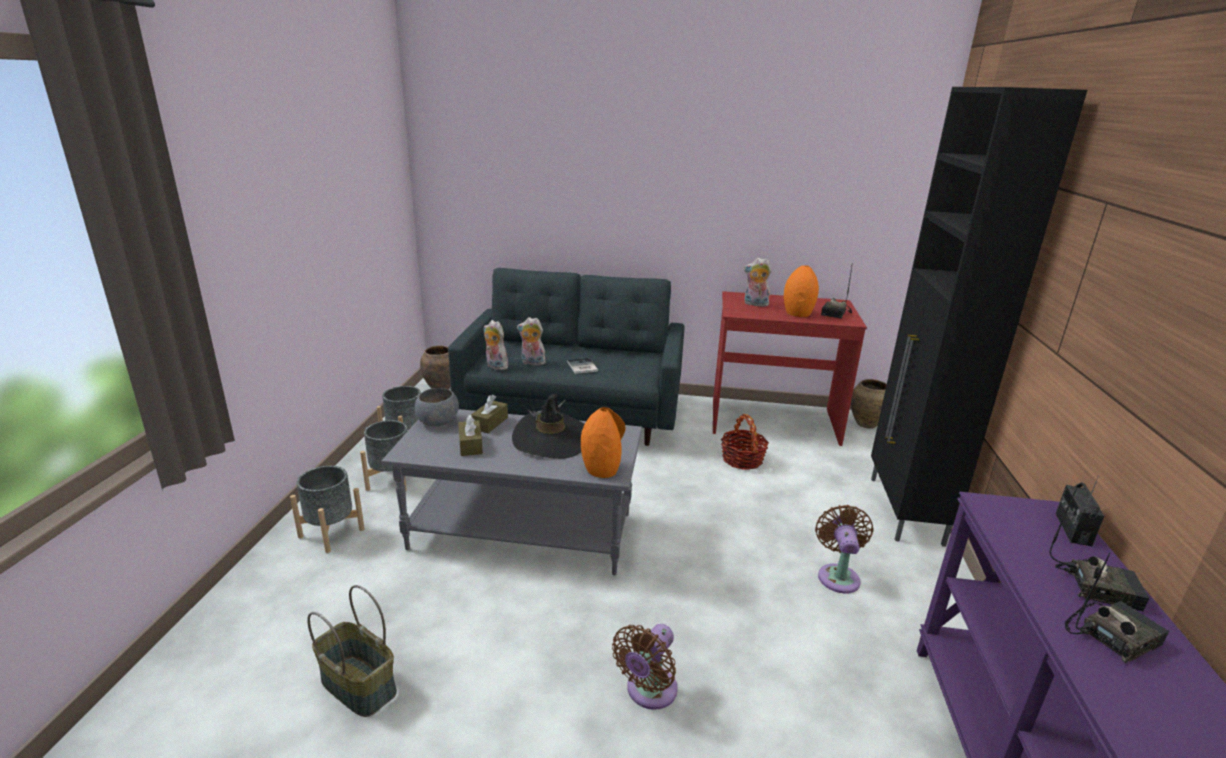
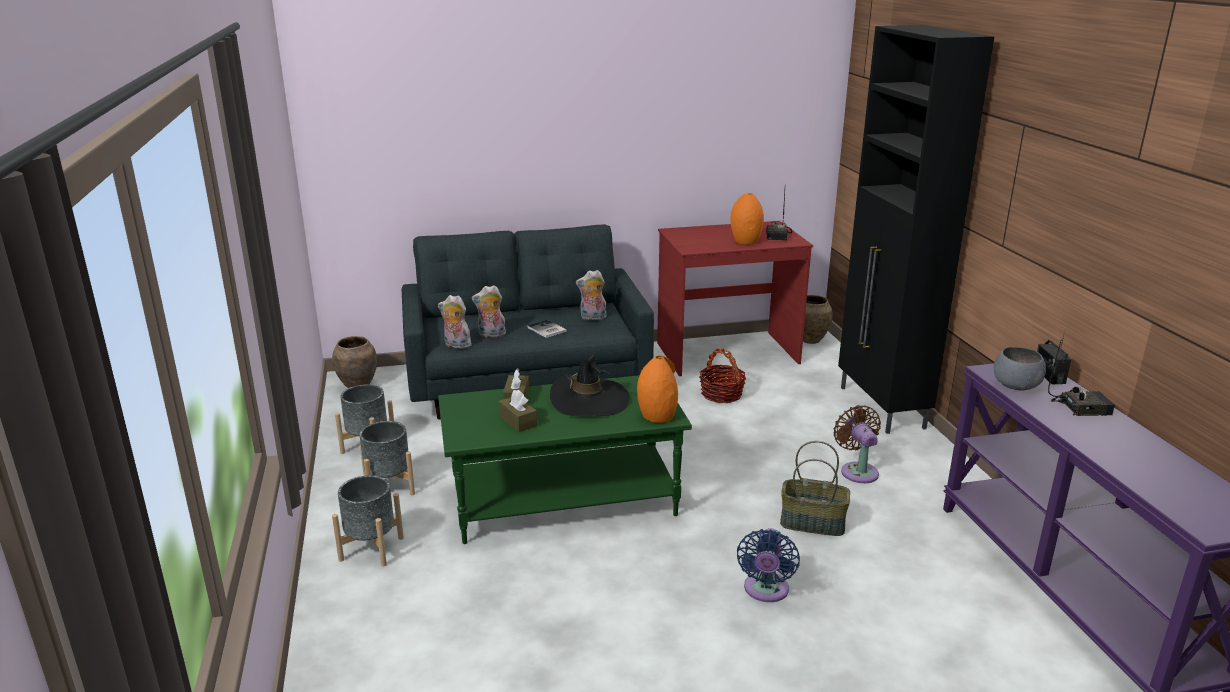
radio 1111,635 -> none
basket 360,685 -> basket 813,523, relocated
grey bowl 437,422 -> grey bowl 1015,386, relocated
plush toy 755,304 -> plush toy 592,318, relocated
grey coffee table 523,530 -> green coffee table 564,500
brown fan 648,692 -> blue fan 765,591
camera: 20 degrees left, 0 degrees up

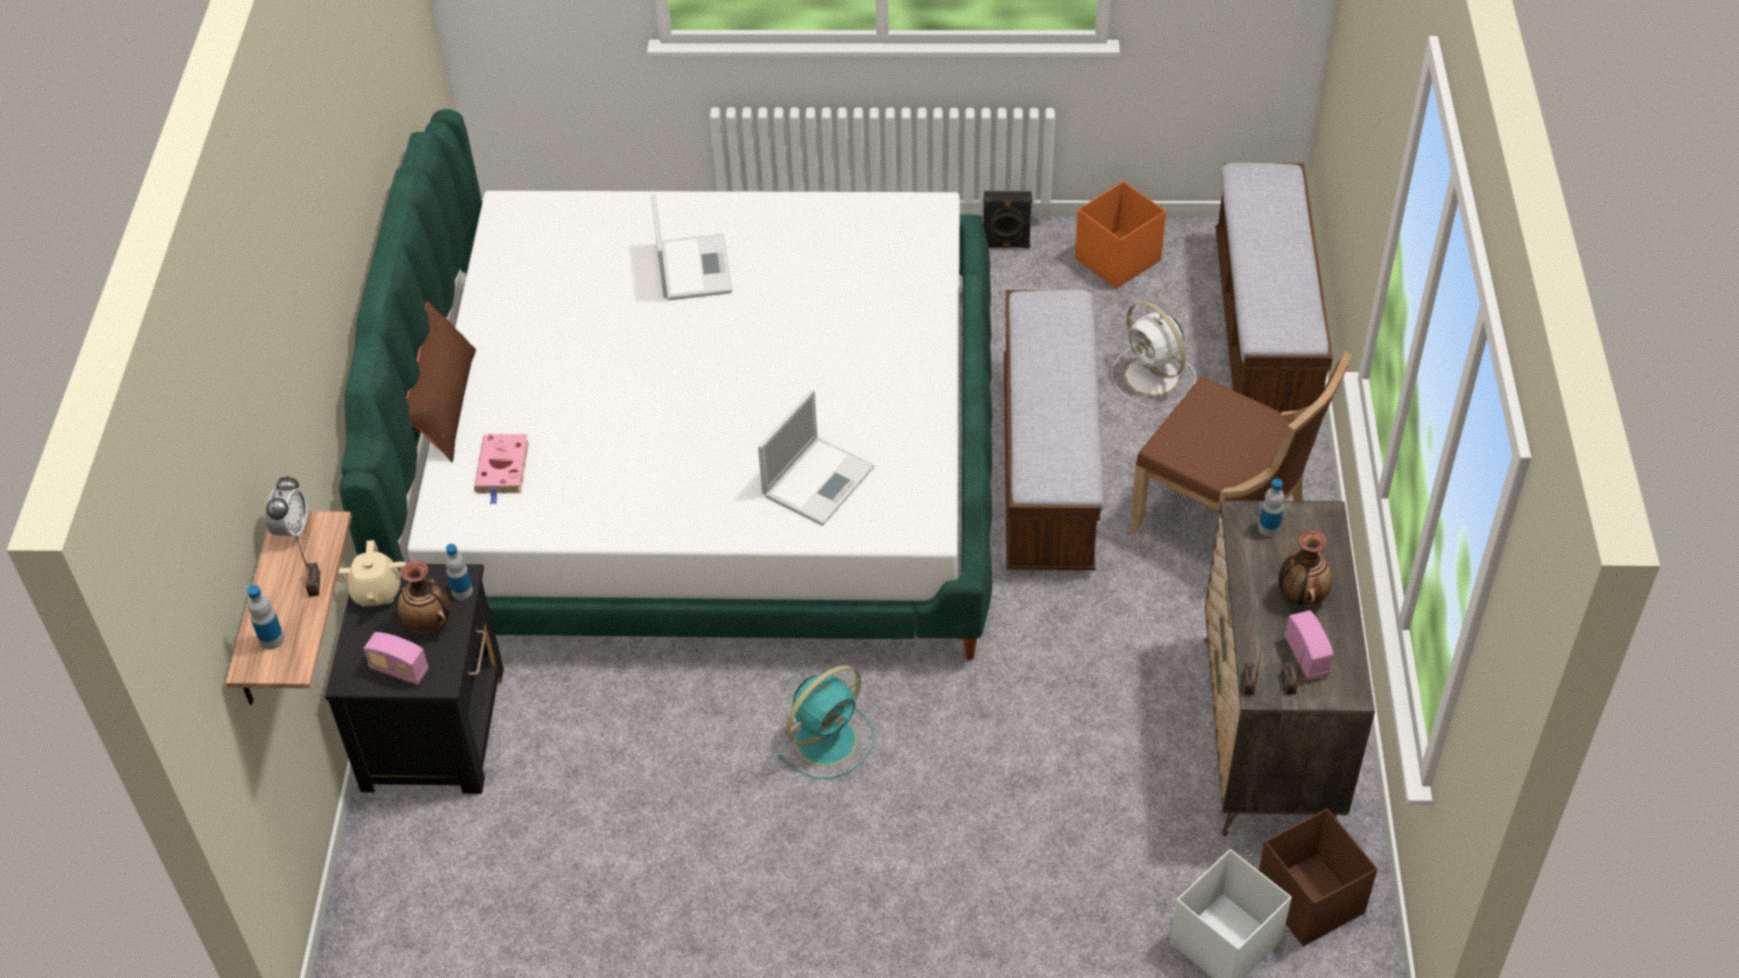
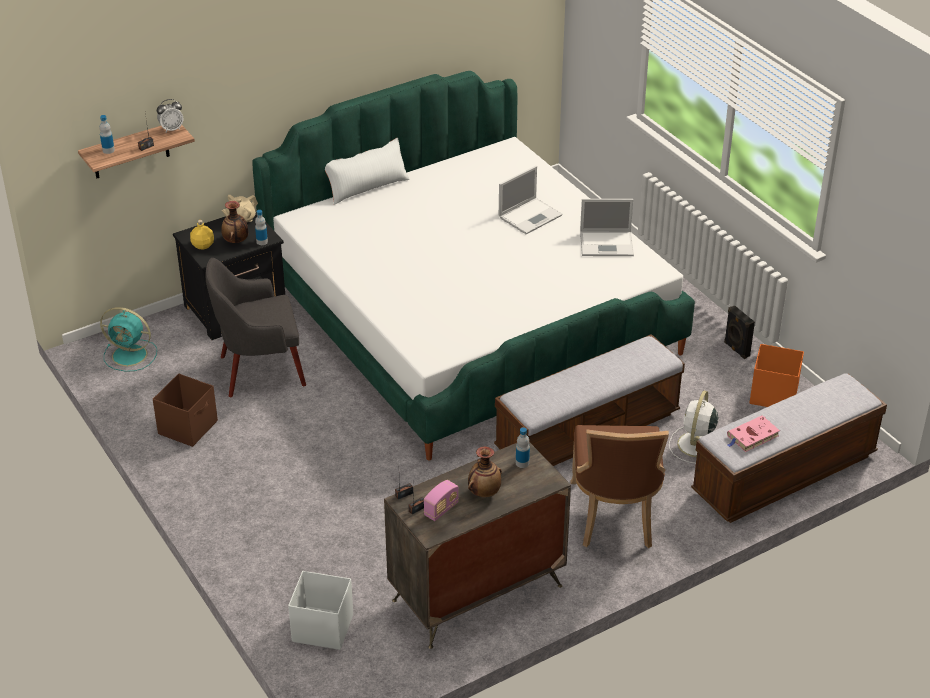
none -> grey armchair 260,371
pink book 502,469 -> pink book 752,437, relocated
laptop 819,480 -> laptop 607,244, relocated
turquoise fan 828,738 -> turquoise fan 131,355, relocated
brown storage box 1309,898 -> brown storage box 188,427, relocated
radio 399,670 -> yellow bottle 203,245
brown pillow 445,404 -> white pillow 367,187
camera: 55 degrees right, 10 degrees down

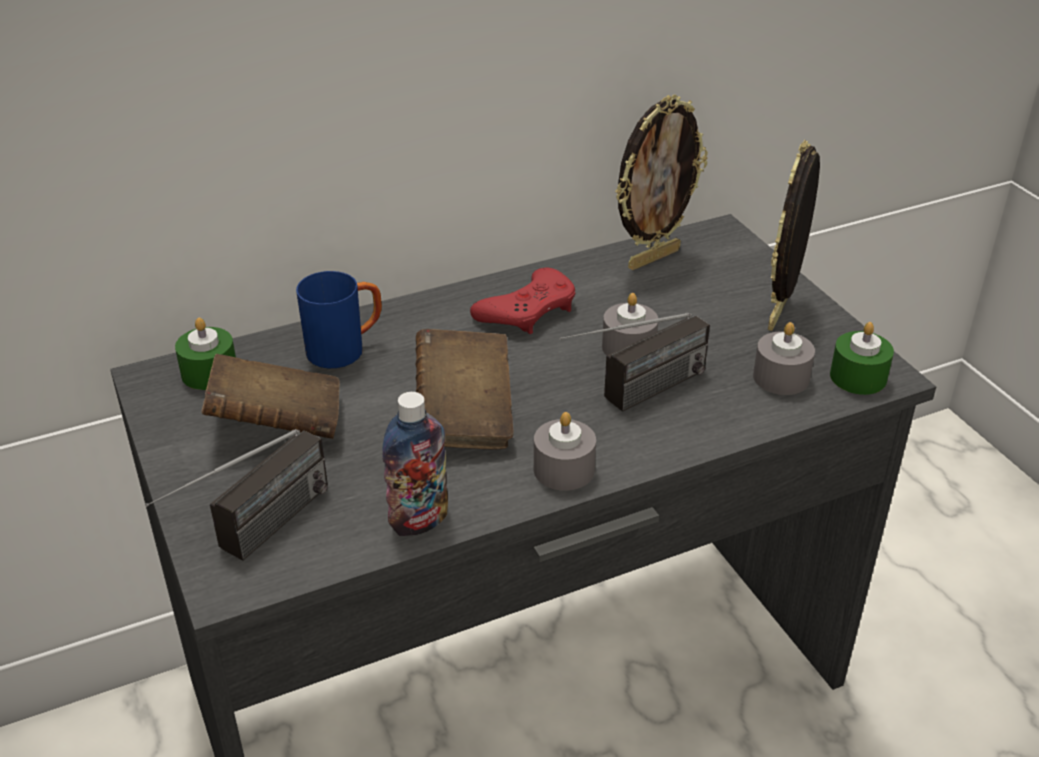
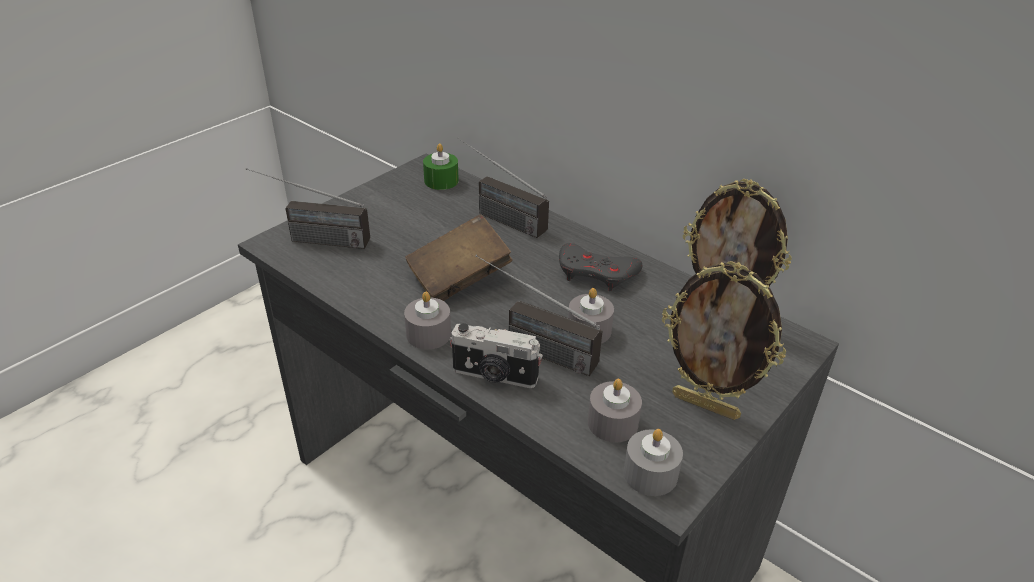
brown book 277,424 -> none
bottle 419,520 -> none
none -> photo camera 494,376
blue mug 345,349 -> radio 495,216
red game controller 528,310 -> grey game controller 596,273
green candle 858,377 -> grey candle 650,474
picture frame 781,314 -> picture frame 706,405, 150 degrees counterclockwise
camera: 65 degrees right, 0 degrees up

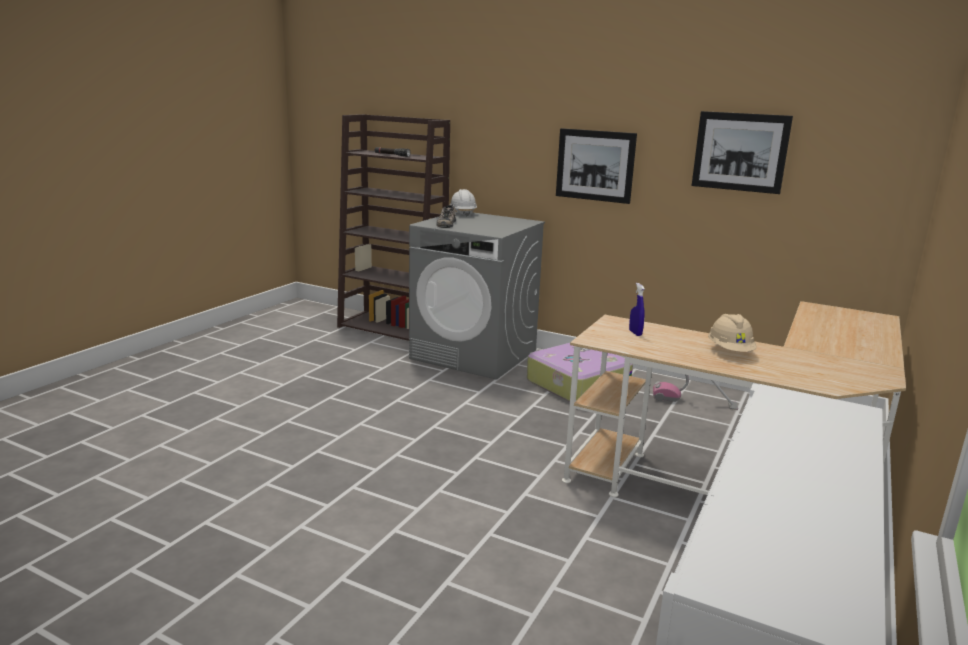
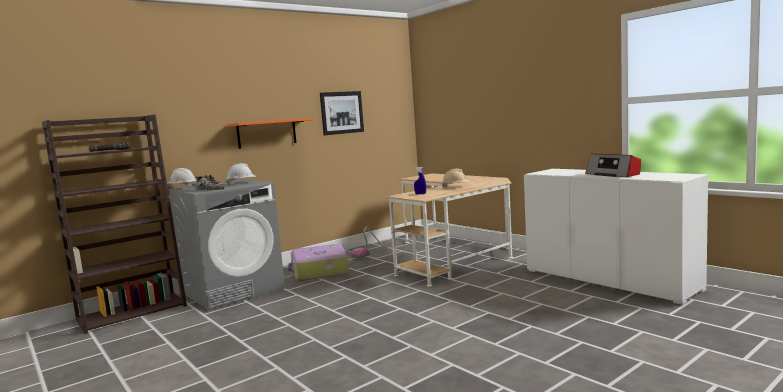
none -> white hard hat 242,183
none -> radio 613,174
picture 595,165 -> orange shelf 267,133
camera: 65 degrees left, 10 degrees down

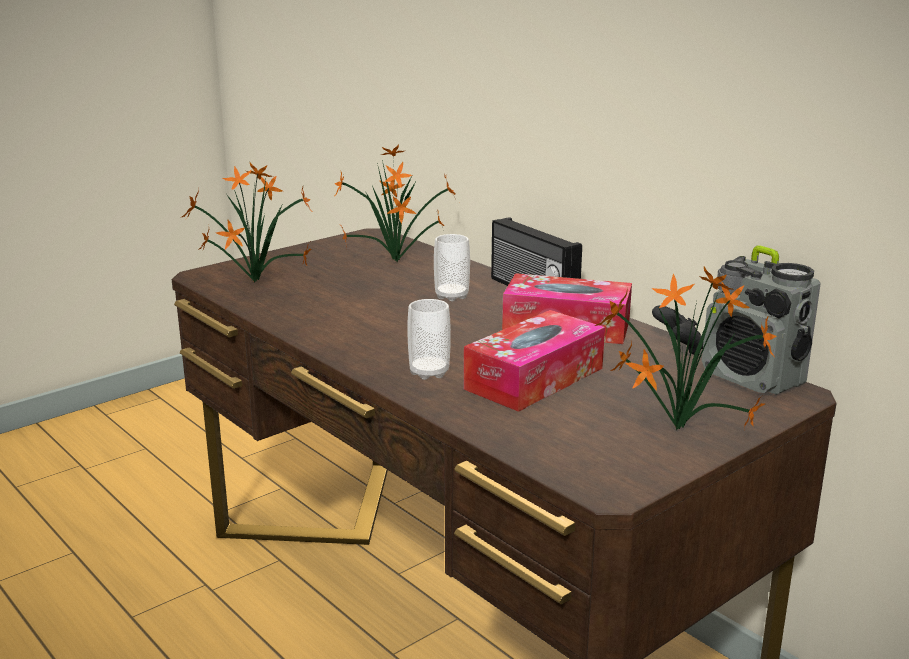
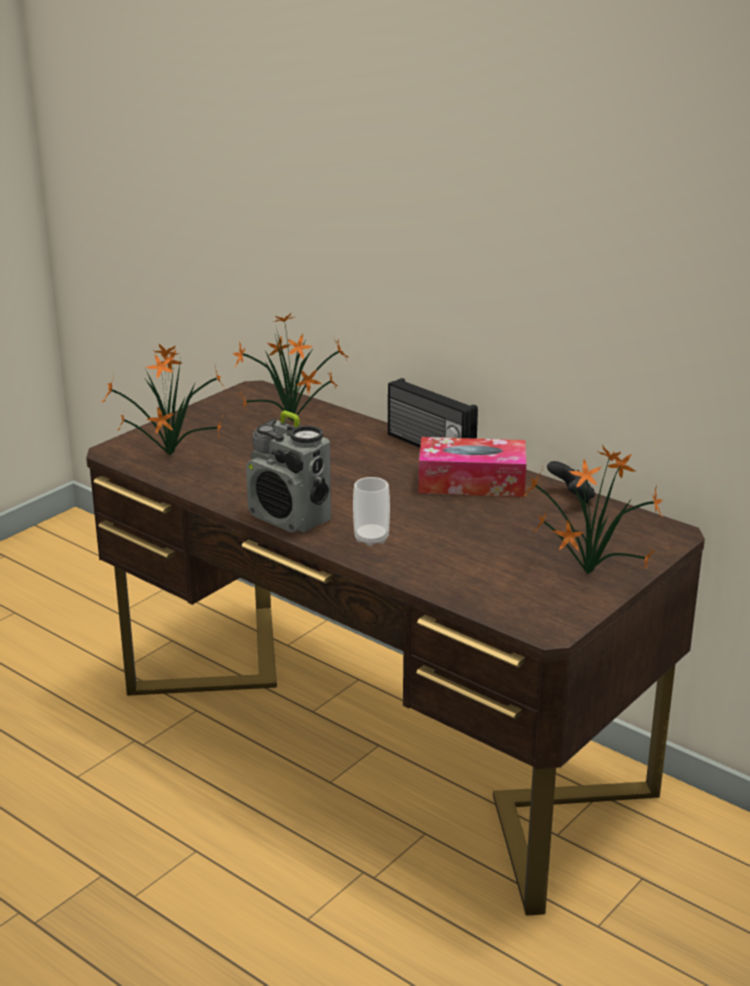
cup 451,296 -> none
tissue box 534,378 -> none
radio 753,378 -> radio 290,518, relocated
camera: 10 degrees left, 5 degrees up

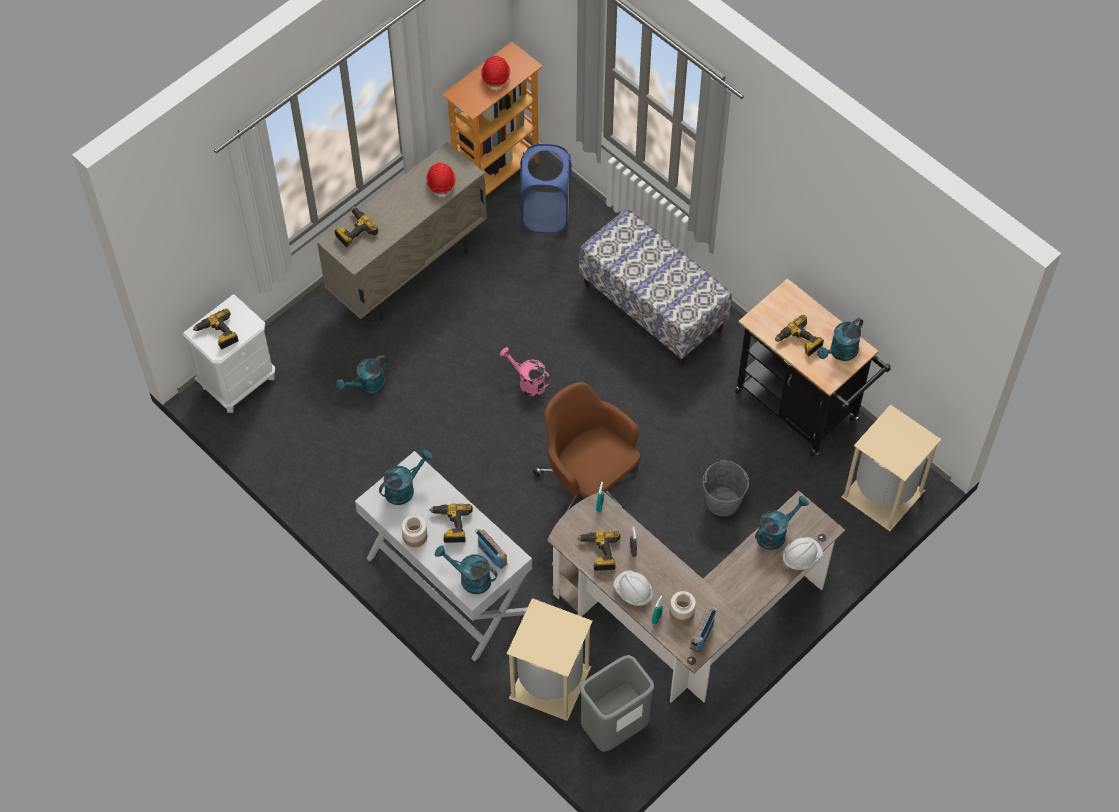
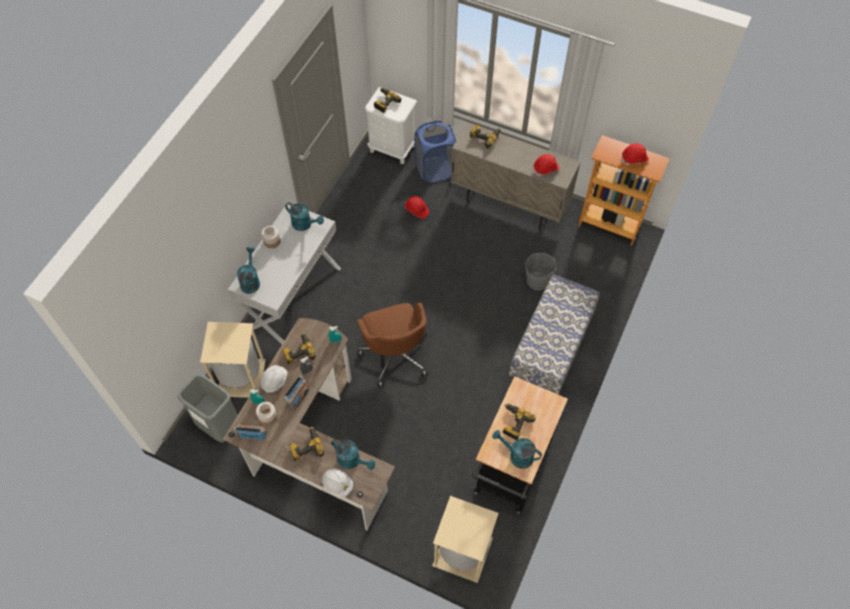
pink watering can 528,382 -> none
power drill 451,525 -> power drill 306,447, relocated
radio 492,554 -> radio 298,398, relocated
blue laundry basket 546,213 -> blue laundry basket 435,170, relocated
grey bucket 722,501 -> grey bucket 537,281, relocated
turquoise watering can 367,386 -> red hard hat 416,210
brown office chair 589,484 -> brown office chair 395,354, 135 degrees clockwise
camera: 70 degrees right, 0 degrees up

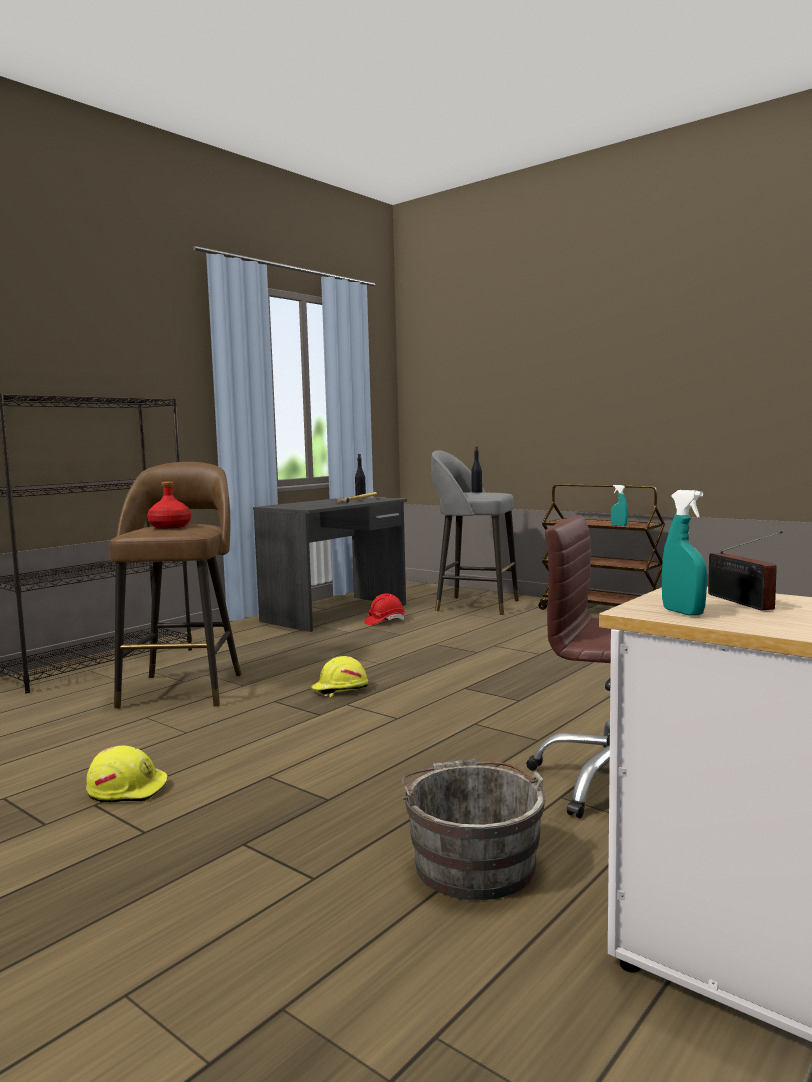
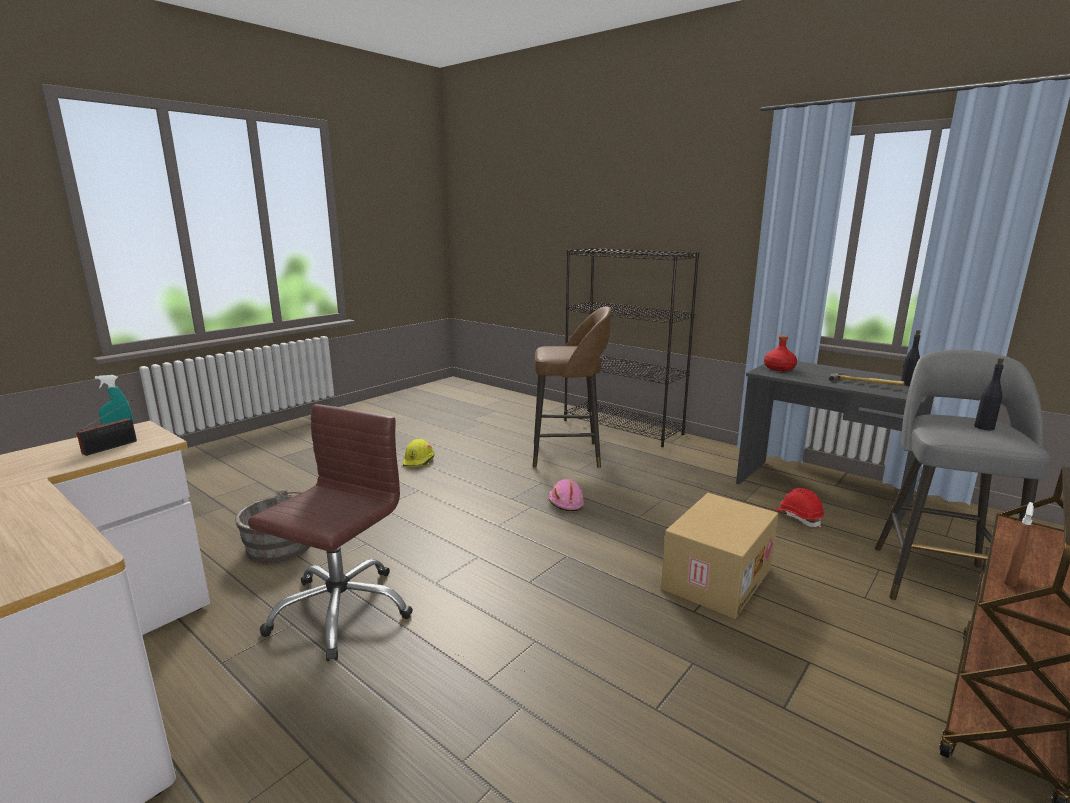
none -> cardboard box 715,577
red bottle 169,526 -> red bottle 778,368, relocated
yellow hard hat 339,690 -> pink hard hat 564,503
turquoise spray bottle 619,525 -> brown spray bottle 1010,580
radio 742,602 -> radio 113,446, 135 degrees clockwise
camera: 90 degrees right, 10 degrees up

